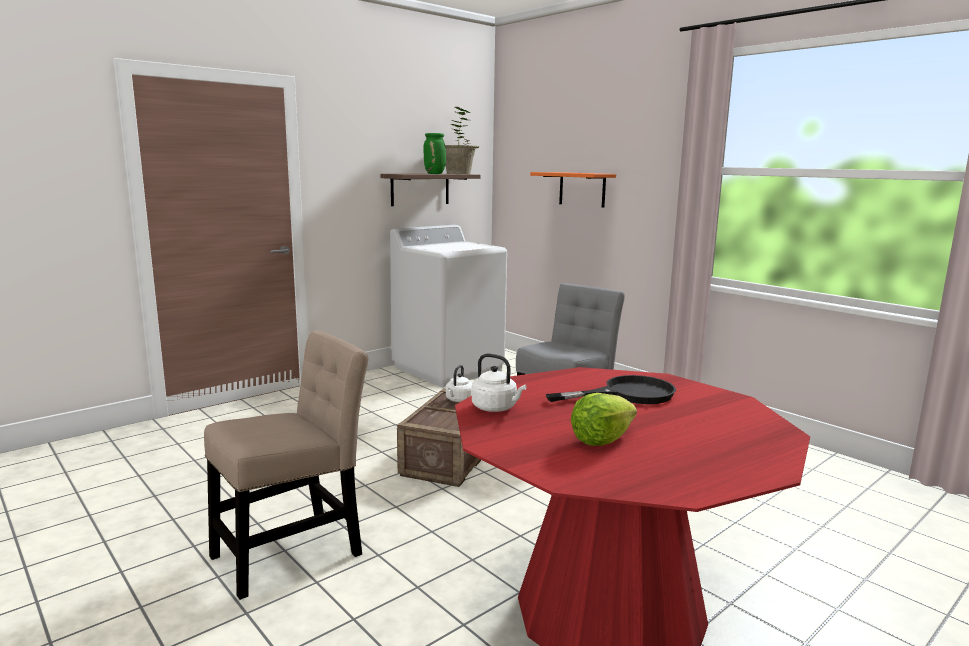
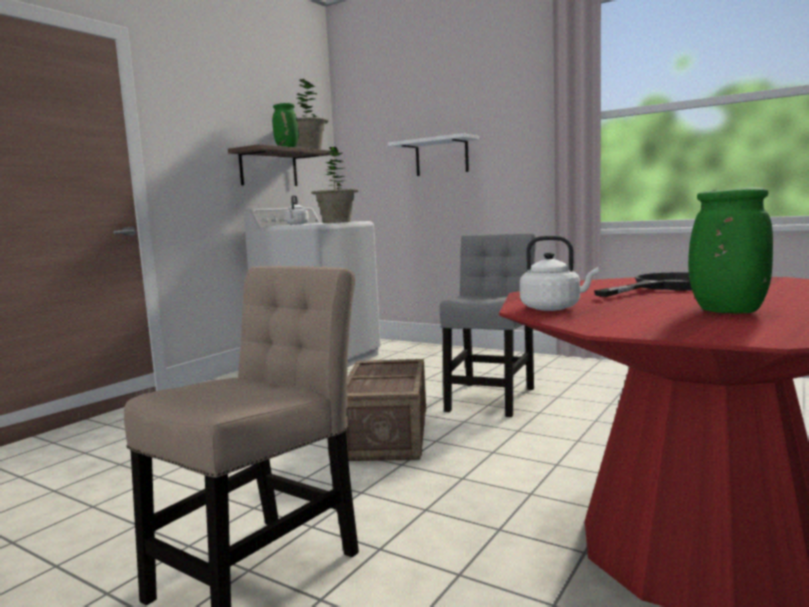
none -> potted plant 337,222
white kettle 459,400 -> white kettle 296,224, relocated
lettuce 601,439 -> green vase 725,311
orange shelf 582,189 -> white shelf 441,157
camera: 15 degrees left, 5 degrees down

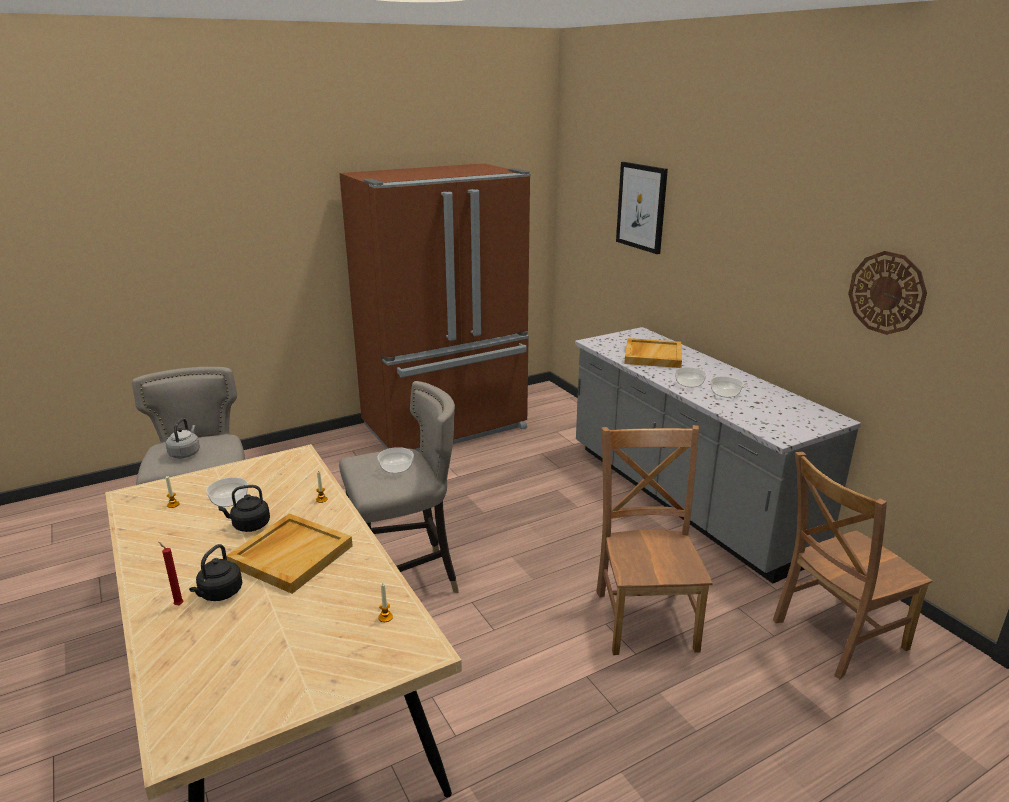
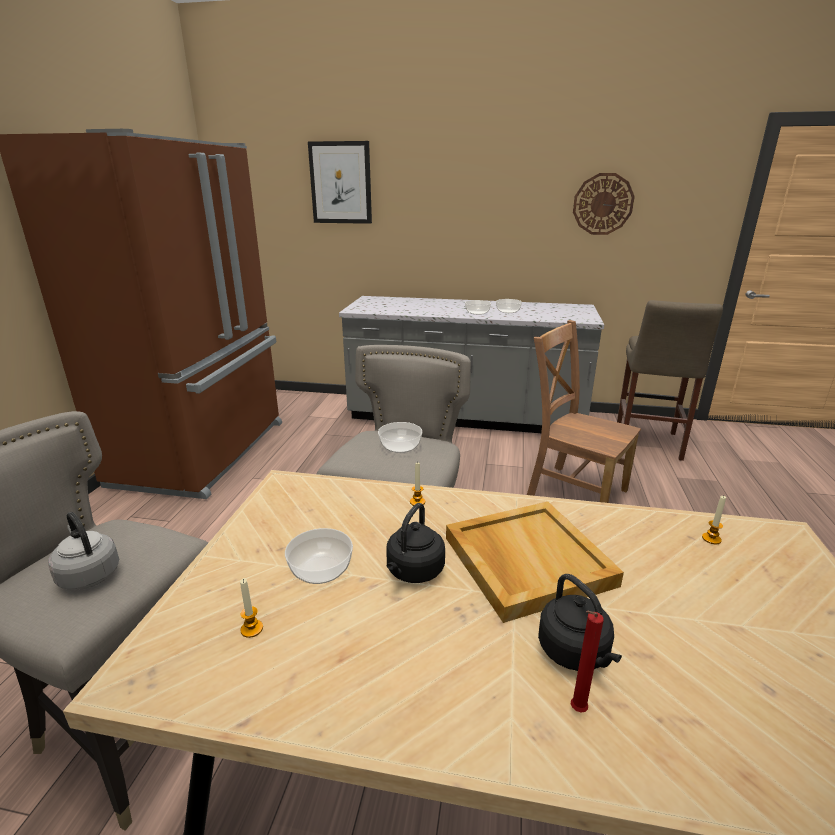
beige tray 652,355 -> none
brown chair 835,636 -> beige stool 647,444
camera: 50 degrees left, 0 degrees up

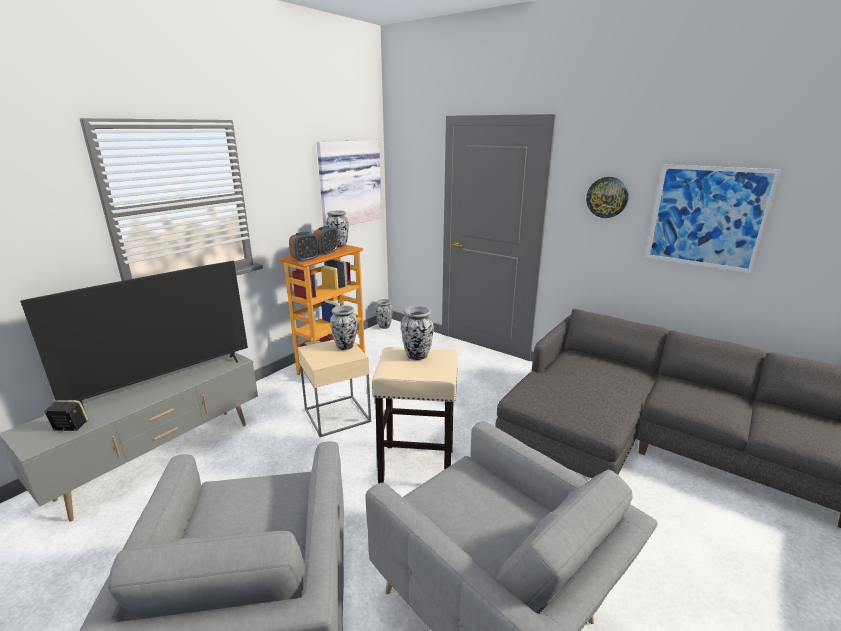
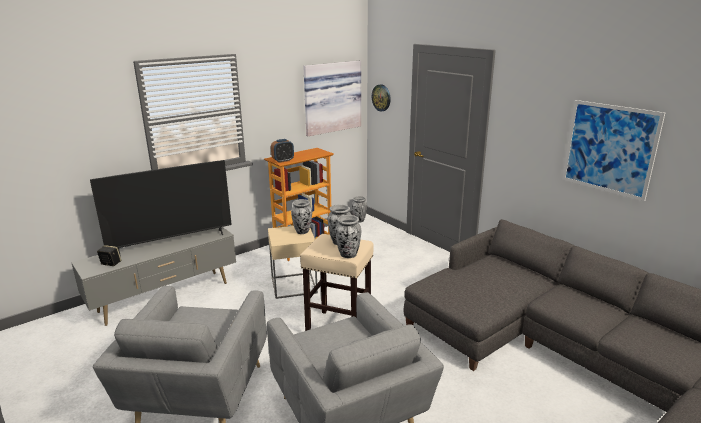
alarm clock 326,253 -> none
vase 338,246 -> vase 348,255, relocated
wall clock 607,197 -> wall clock 381,97, relocated
camera: 15 degrees right, 0 degrees up

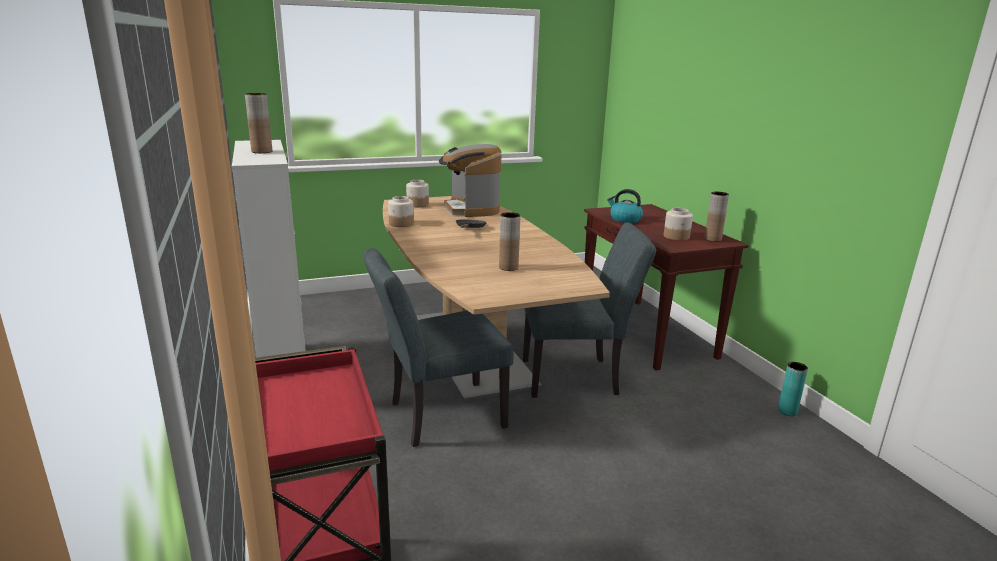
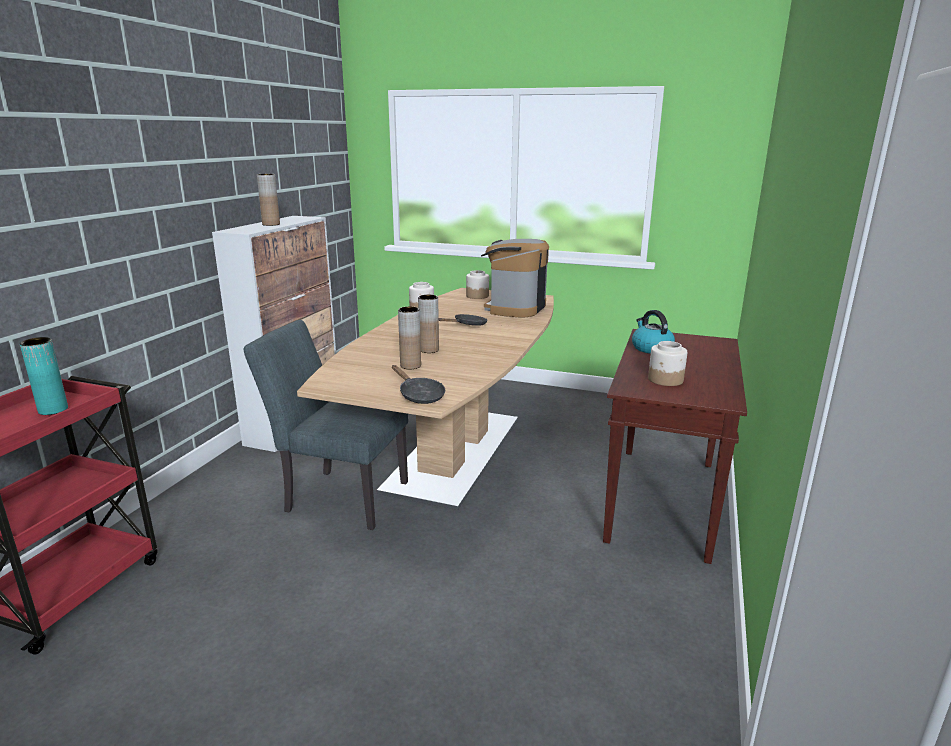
grey chair 578,377 -> none
none -> black frying pan 419,395
brown vase 712,239 -> brown vase 429,350, relocated
turquoise vase 787,411 -> turquoise vase 53,410, relocated
camera: 40 degrees right, 0 degrees up

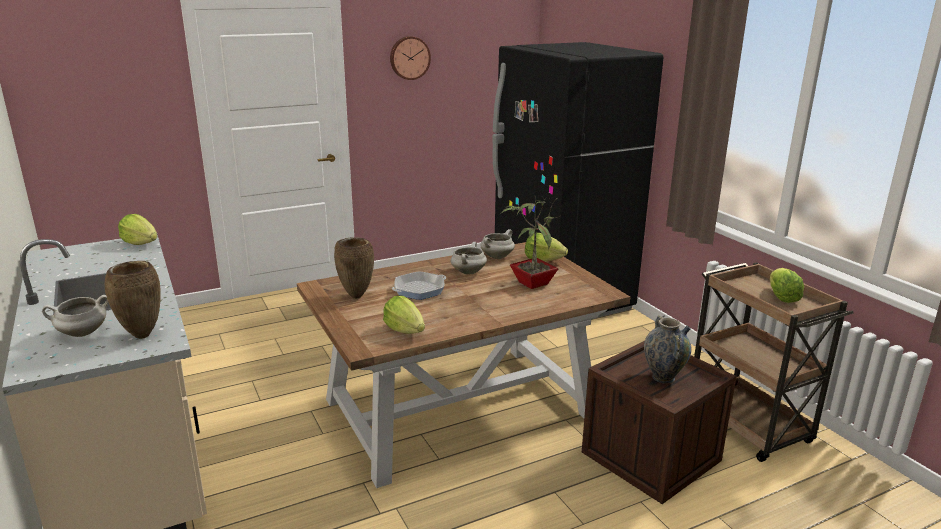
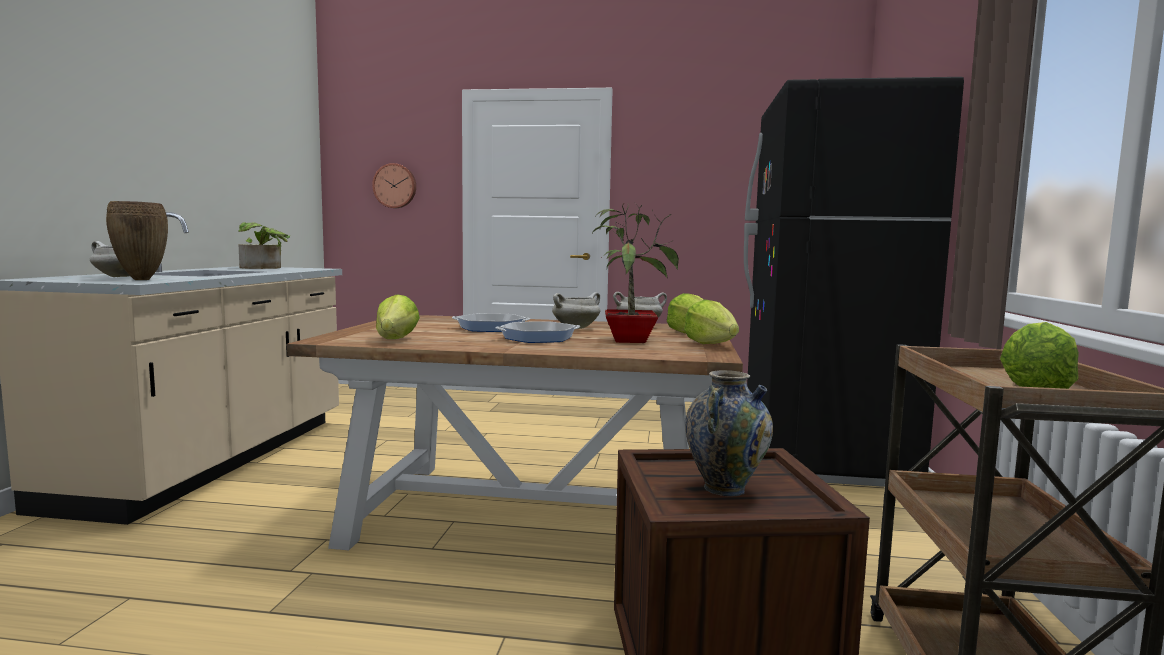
brown vase 357,296 -> none
none -> potted plant 264,268
none -> frying pan 538,338
lettuce 141,243 -> lettuce 711,344, relocated
wall clock 409,58 -> wall clock 395,186, relocated
camera: 35 degrees right, 15 degrees down

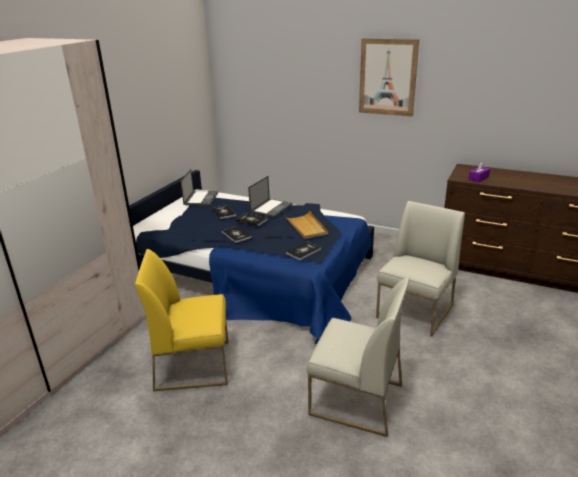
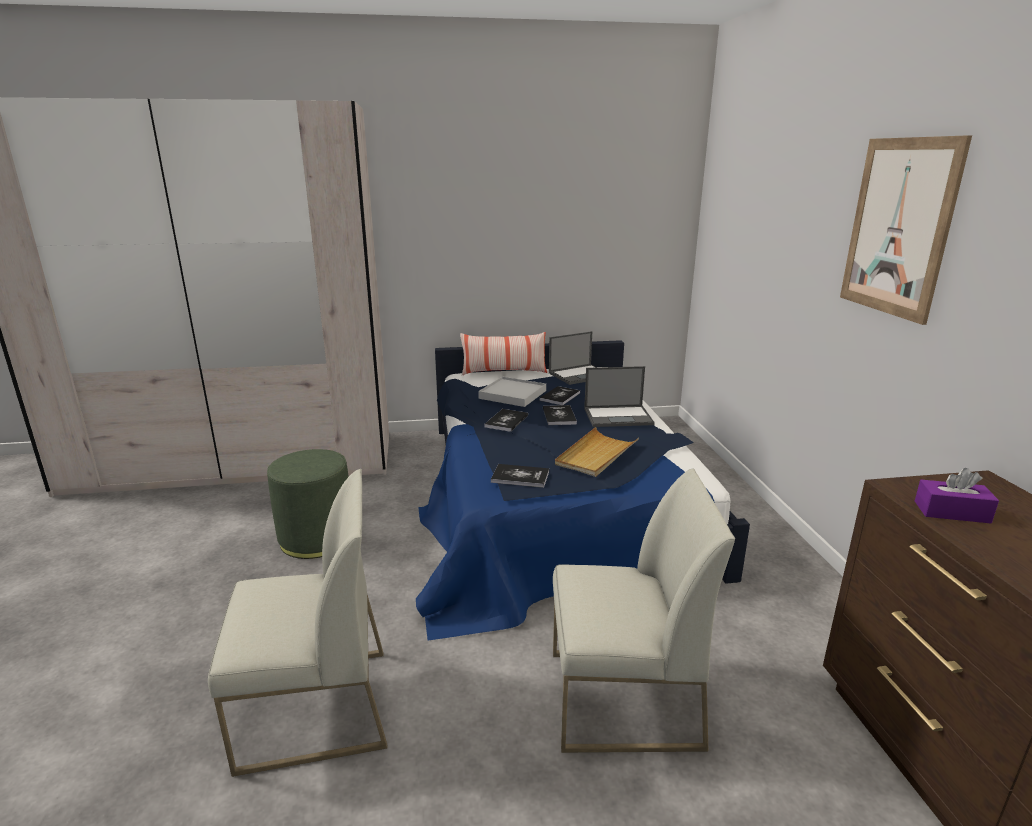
none -> pillow 504,372
none -> white tray 513,394
yellow chair 194,364 -> green ottoman 317,538
white chair 355,400 -> white chair 314,709, 90 degrees counterclockwise
camera: 55 degrees right, 5 degrees down

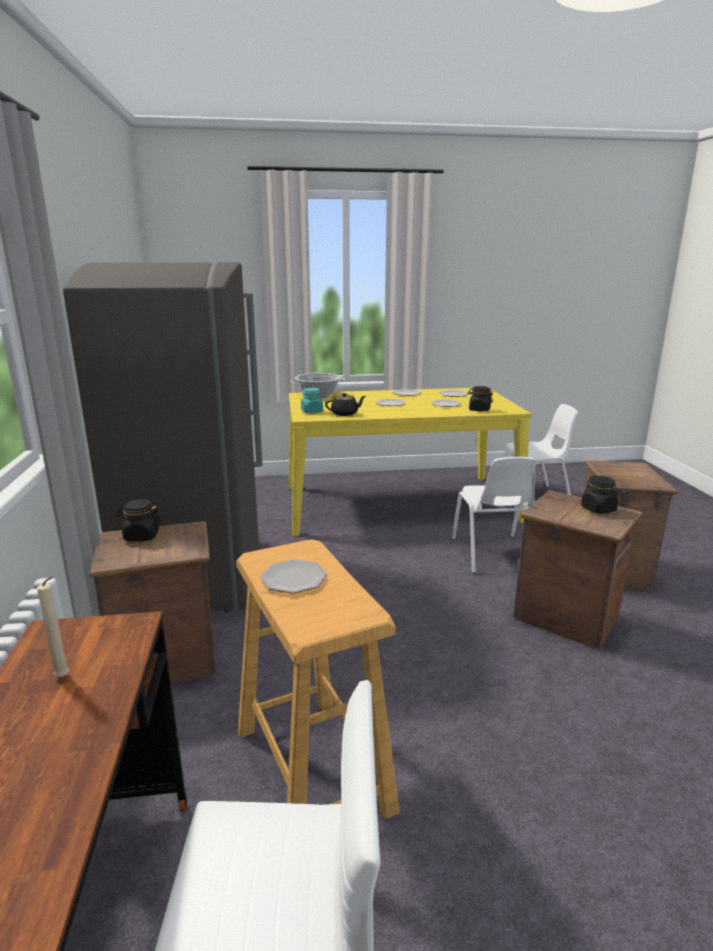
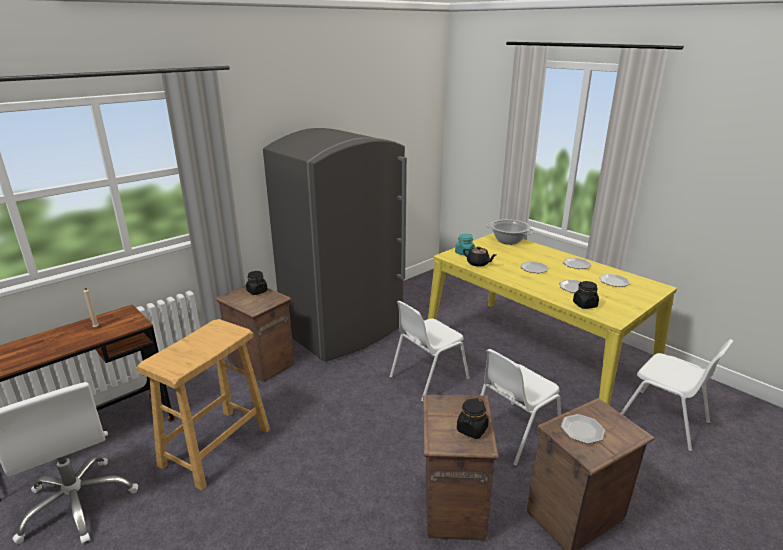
none -> white chair 427,378
plate 294,578 -> plate 582,430, relocated
camera: 55 degrees right, 5 degrees up

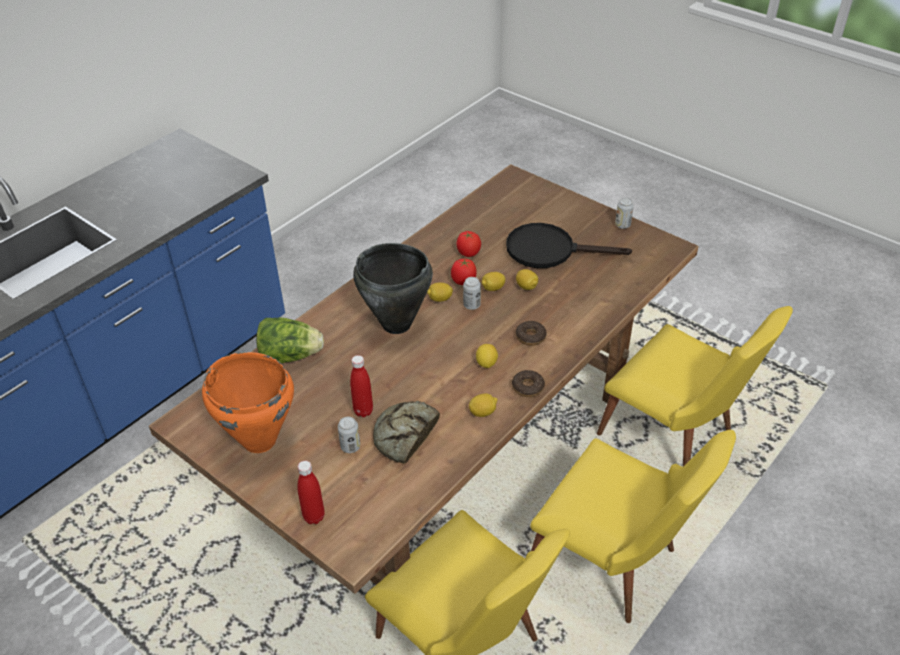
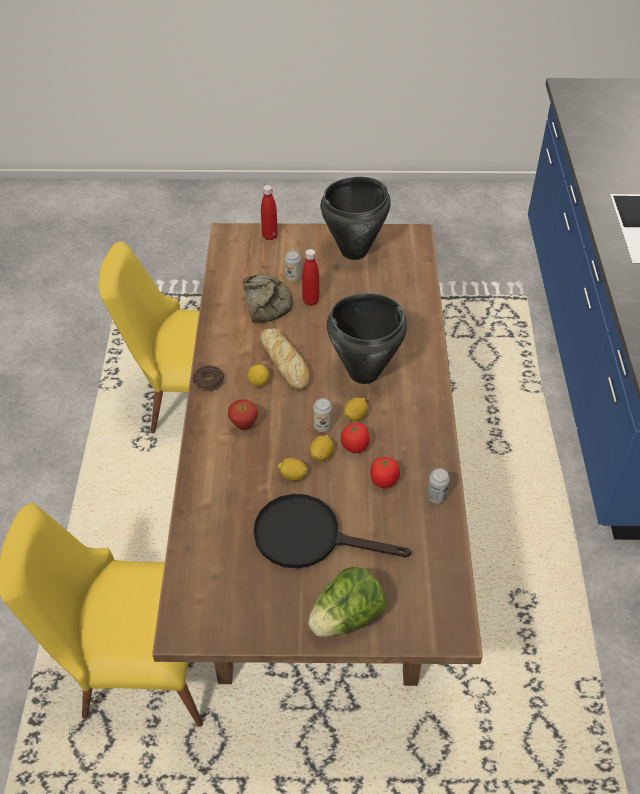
lemon 483,412 -> none
yellow chair 613,567 -> none
none -> bread 285,364
lettuce 290,356 -> lettuce 346,617, relocated
can 622,225 -> can 436,496, relocated
donut 530,337 -> apple 244,426
orange cooking pot 259,439 -> black cooking pot 354,251
black frying pan 550,250 -> black frying pan 309,537, 135 degrees counterclockwise
camera: 140 degrees right, 5 degrees up

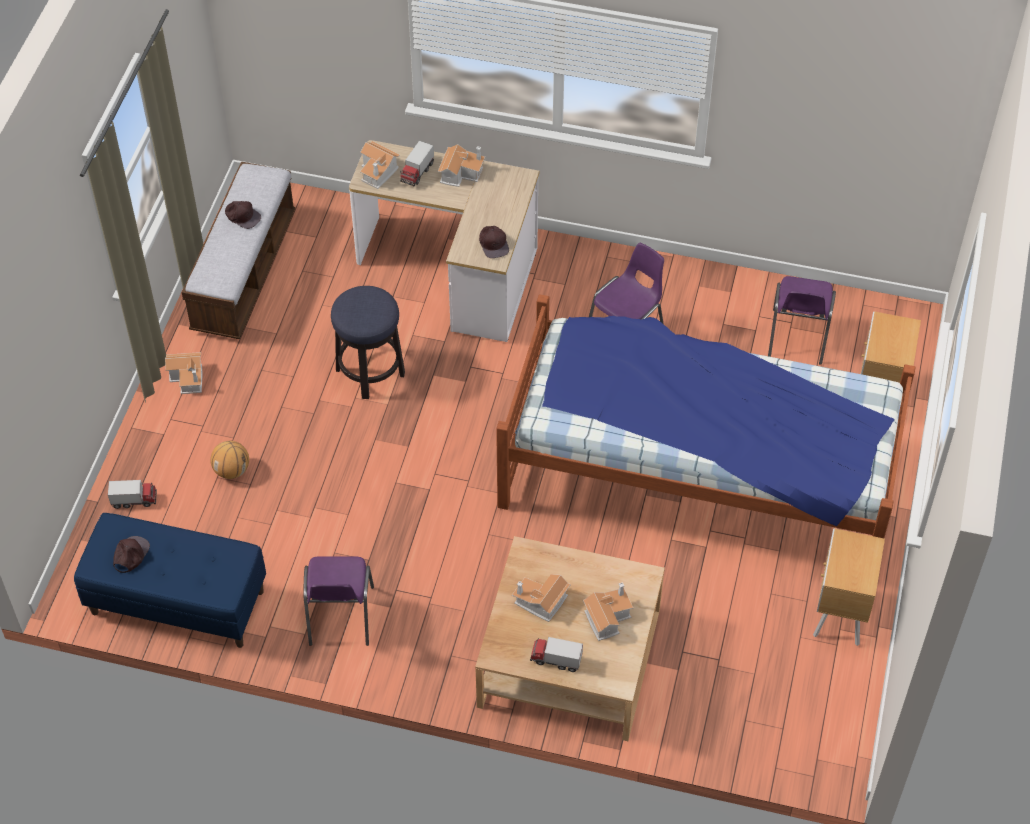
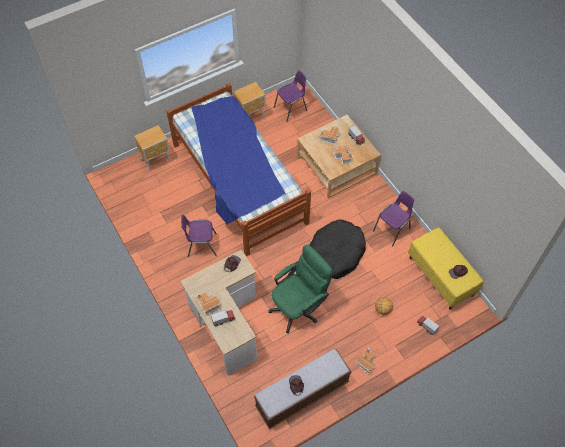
toy house 379,172 -> none
none -> black dog bed 336,253
purple chair 797,338 -> purple chair 291,109, relocated
stool 370,372 -> green office chair 299,307
blue bench 176,602 -> yellow bench 441,276
camera: 135 degrees left, 5 degrees up

